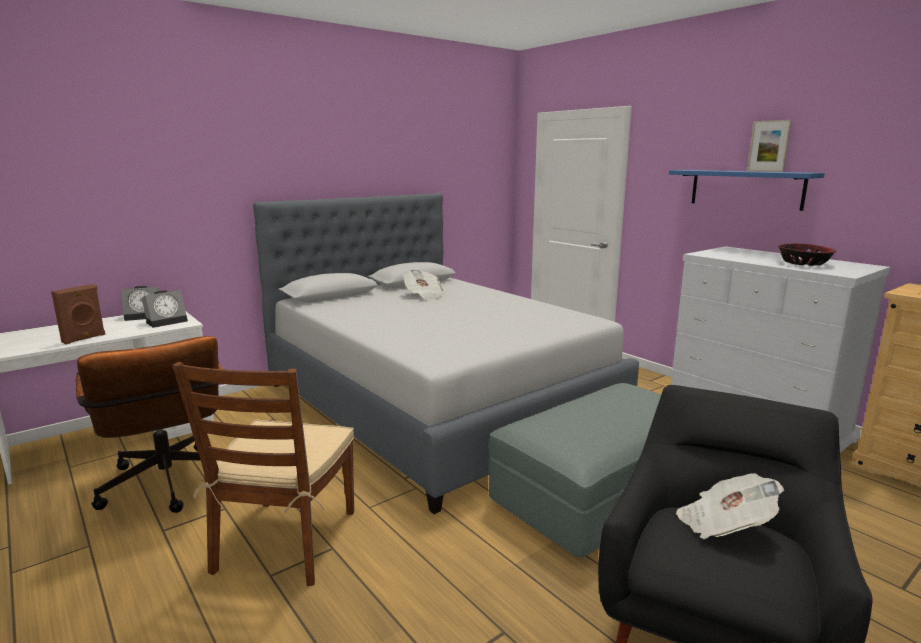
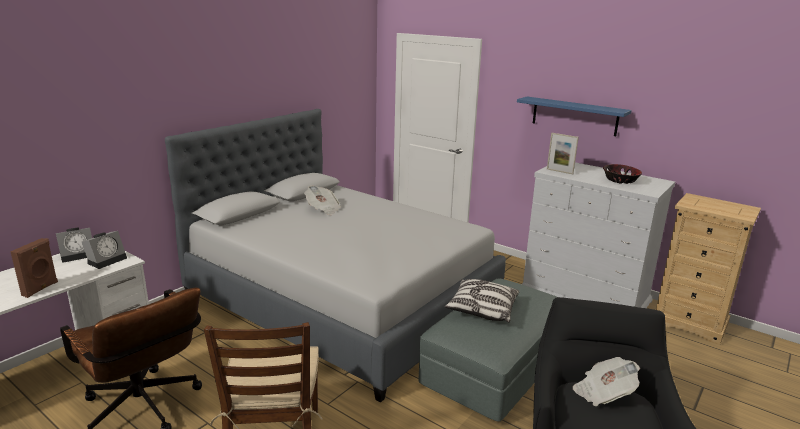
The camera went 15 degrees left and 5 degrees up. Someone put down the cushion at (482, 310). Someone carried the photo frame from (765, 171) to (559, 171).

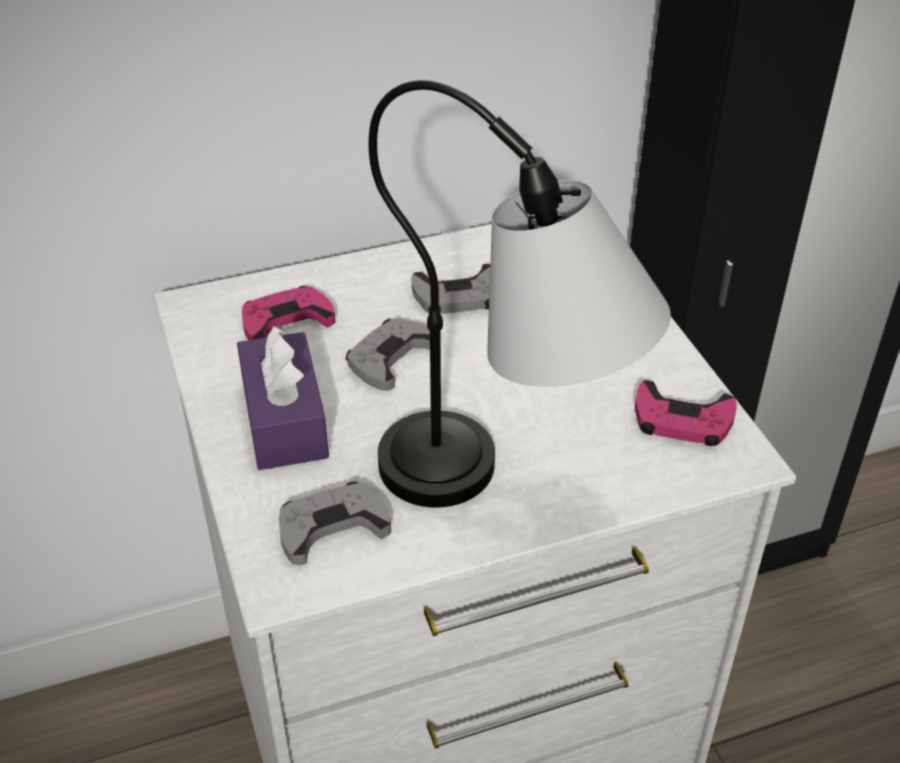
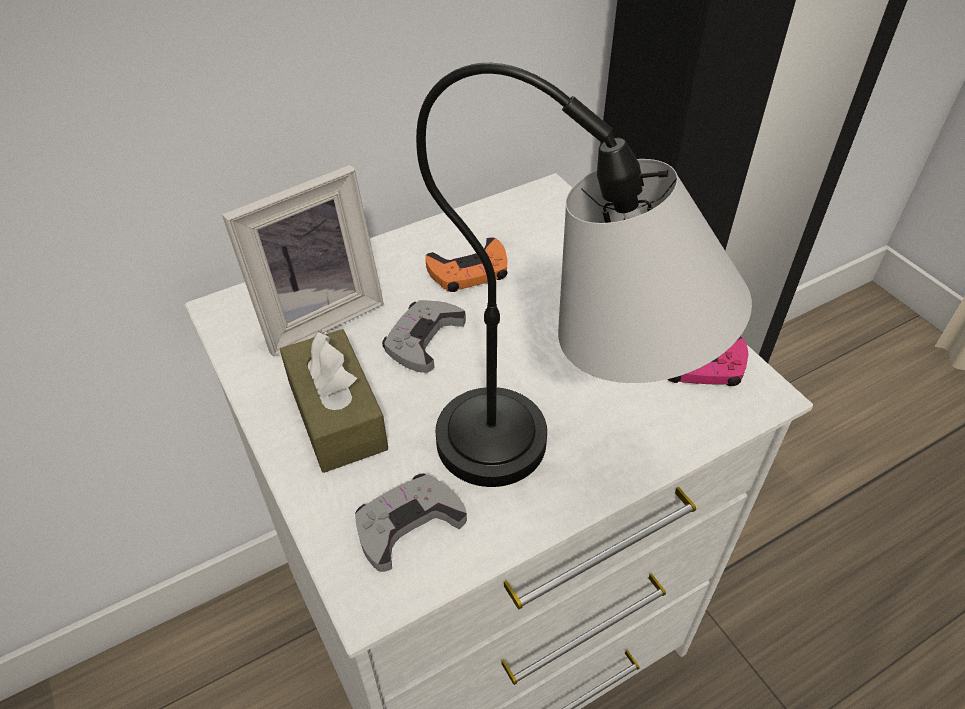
The camera went 10 degrees left and 5 degrees up. Someone swapped the joypad (pink) at (286, 321) for the photo frame at (317, 314). Someone repainted the tissue holder (purplish) at (284, 420), which became the tissue holder (brown) at (337, 415). Someone repainted the joypad (gray) at (457, 297), which became the joypad (orange) at (469, 271).

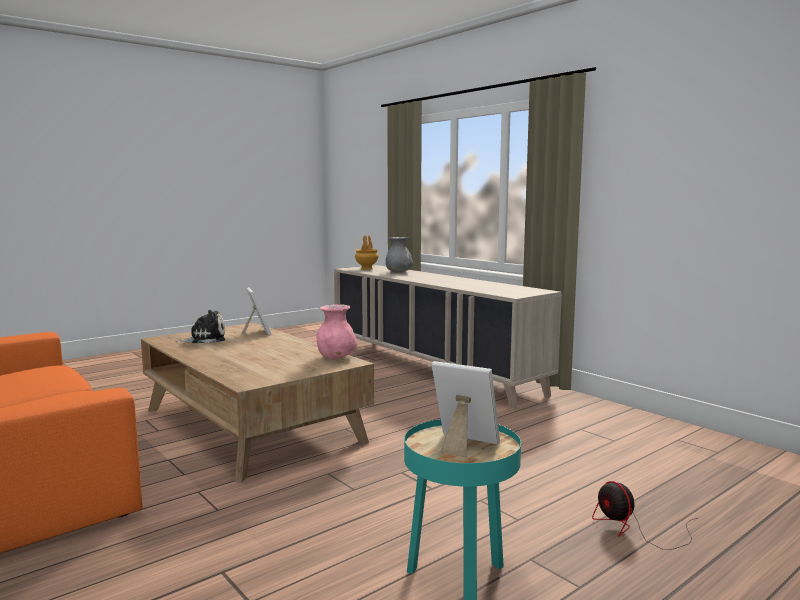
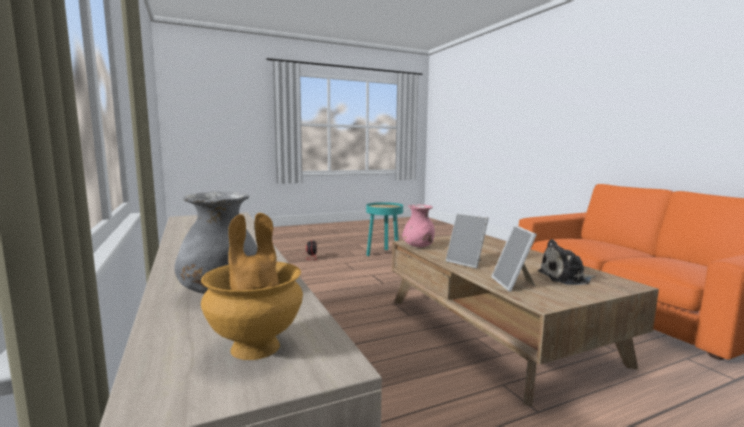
The camera went 165 degrees left and 0 degrees up. Someone carried the photo frame from (463, 445) to (467, 262).

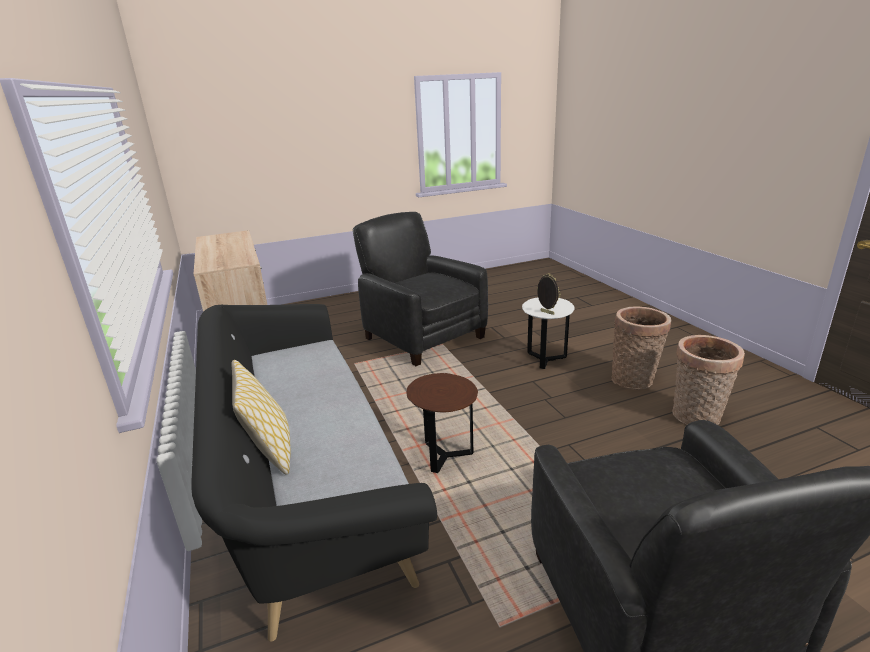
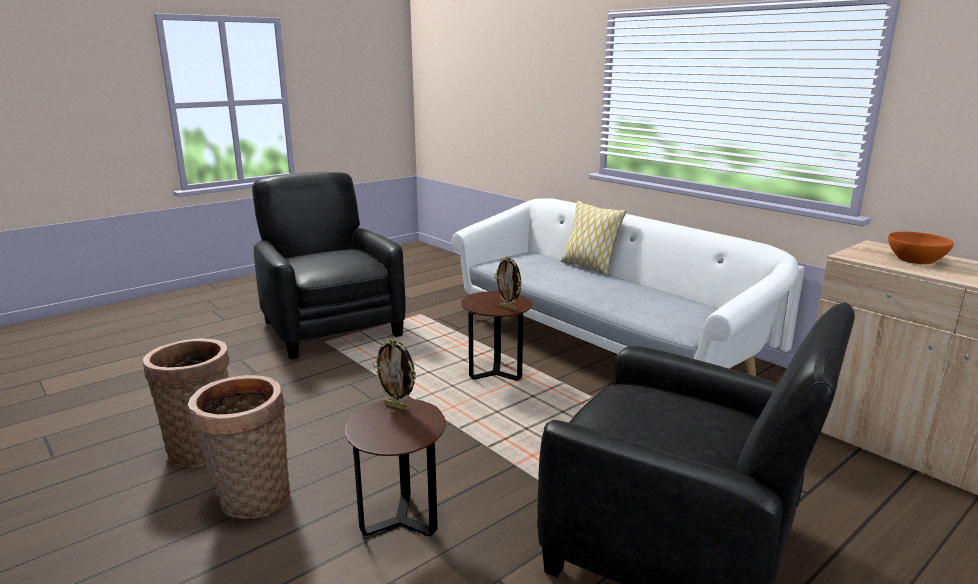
The camera went 160 degrees right and 5 degrees down. Someone repainted the accent table (whitish) at (545, 360), which became the accent table (brown) at (400, 521). Someone repainted the sofa (blackish) at (304, 480), which became the sofa (whitish) at (603, 345). Someone put down the photo frame at (508, 308). Someone put down the deep dish (orange) at (916, 260).

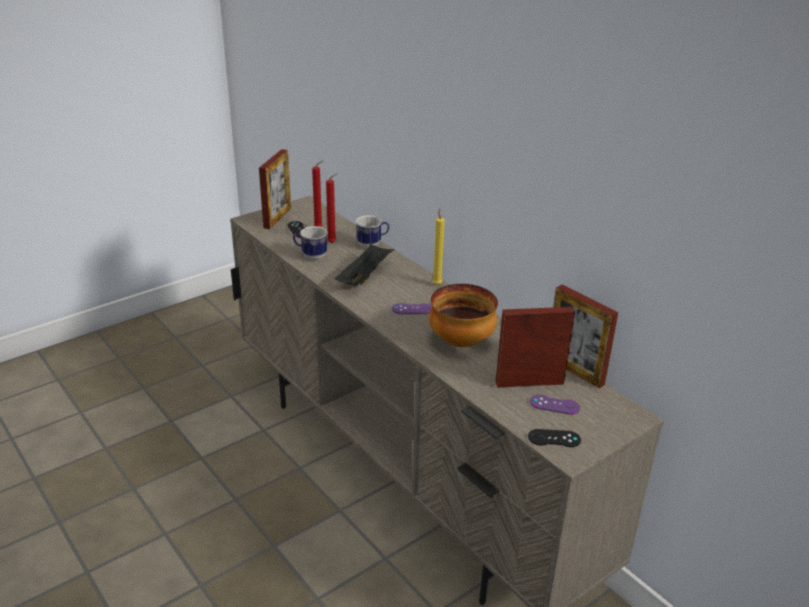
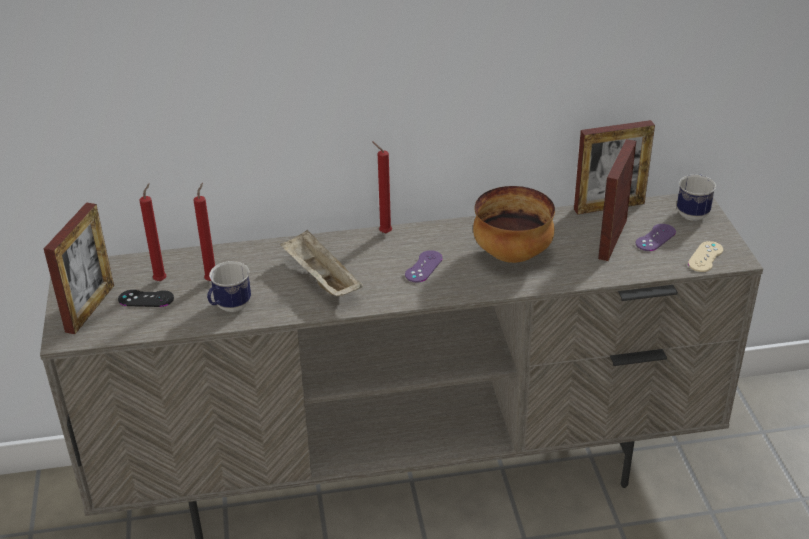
The camera went 60 degrees left and 5 degrees up. Someone rotated the photo frame at (277, 218) by 60 degrees clockwise. Someone repainted the serving tray (blackish) at (364, 276), which became the serving tray (sand-coloured) at (320, 279). Someone repainted the wax candle (yellow) at (437, 284), which became the wax candle (red-coloured) at (383, 232). Someone carried the mug from (372, 244) to (693, 212). Someone repainted the joypad (blackish) at (554, 438), which became the joypad (sand-coloured) at (705, 257).

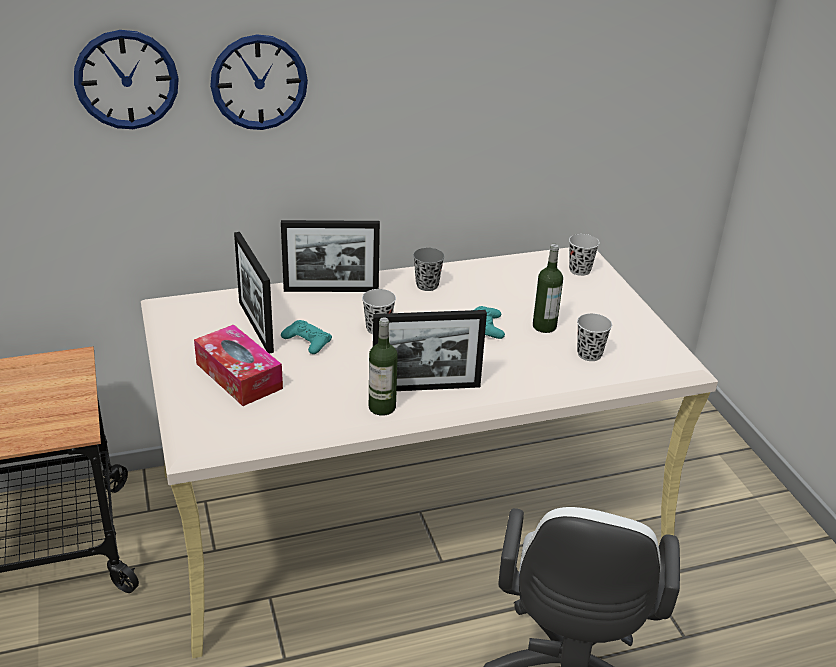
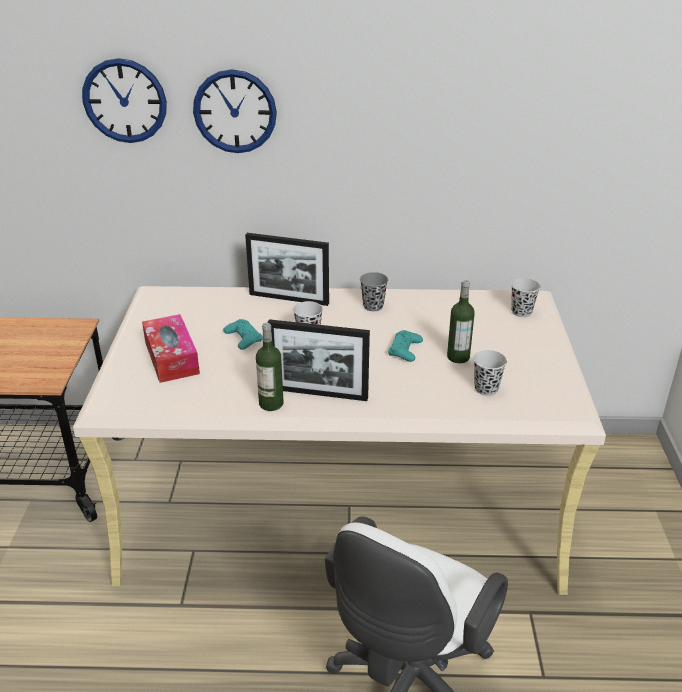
The camera went 20 degrees right and 0 degrees up. Someone took away the photo frame at (255, 326).

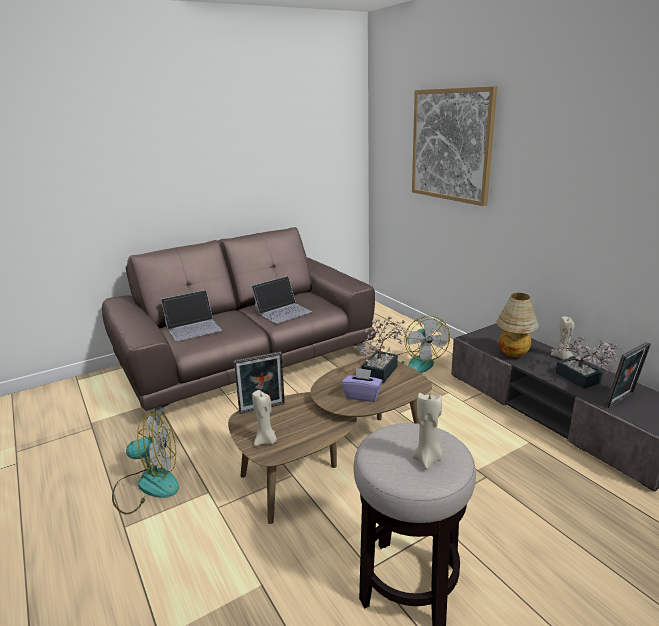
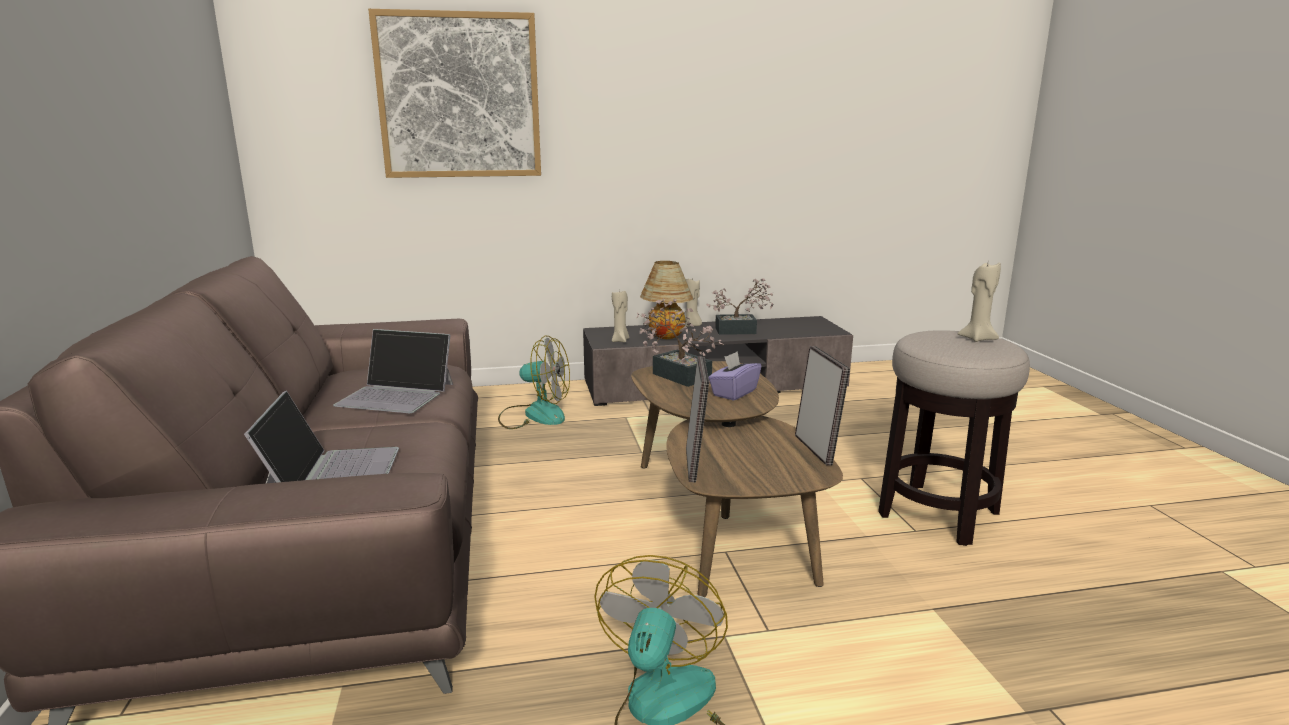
The camera went 70 degrees left and 5 degrees down. Someone rotated the notebook computer at (283, 311) by 120 degrees clockwise. Someone carried the wax candle (sand-coloured) from (266, 441) to (620, 341). Someone carried the photo frame from (622, 401) to (817, 449).

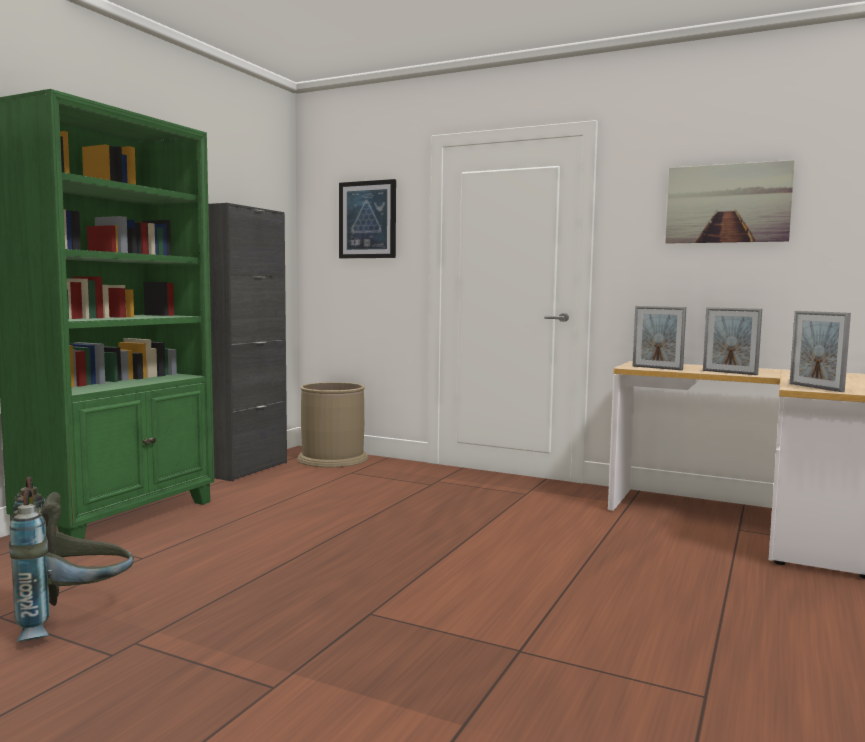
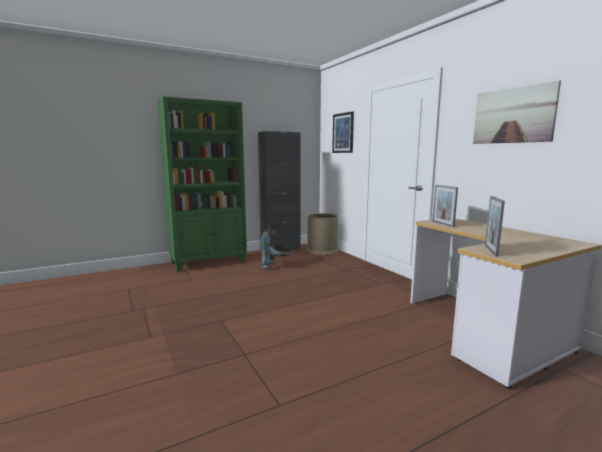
The camera went 35 degrees right and 5 degrees up. Someone carried the rucksack (gray) from (73, 619) to (277, 266). Someone took away the photo frame at (729, 372).

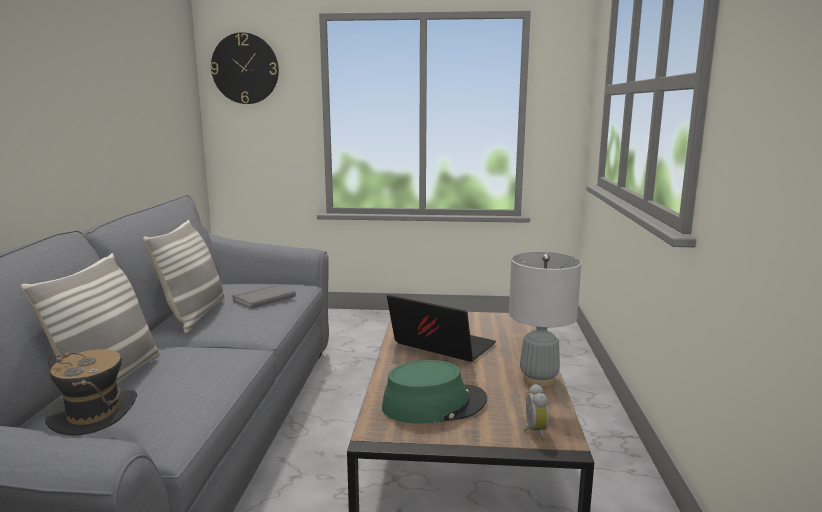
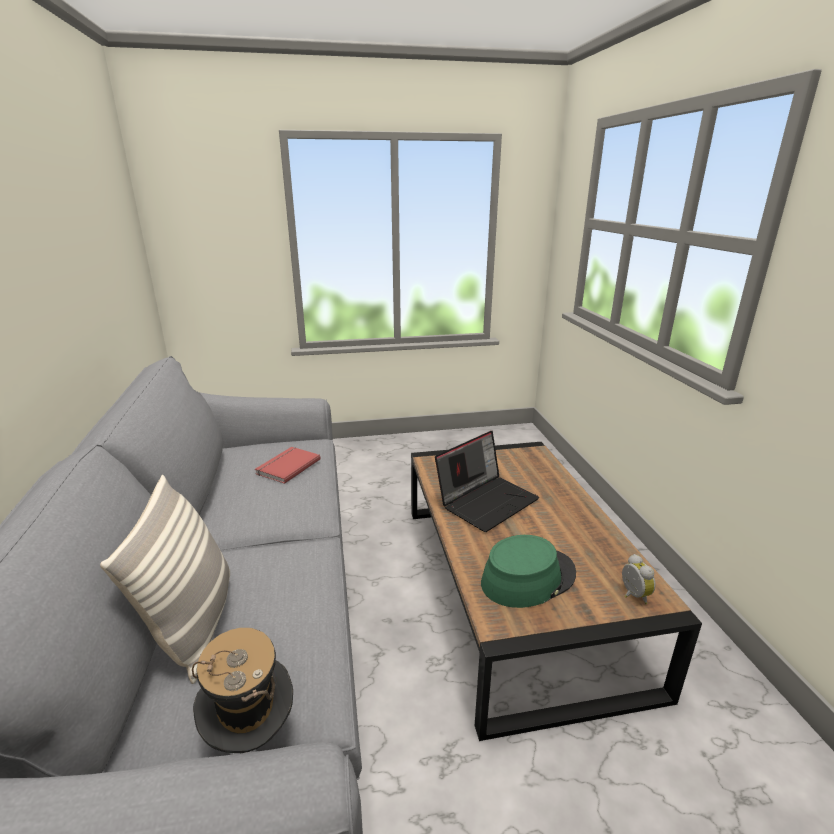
The camera went 15 degrees left and 10 degrees up. Someone repainted the volume (gray) at (262, 298), which became the volume (red-coloured) at (287, 466). Someone rotated the notebook computer at (440, 346) by 120 degrees clockwise. Someone took away the cushion at (194, 315). Someone took away the hanging clock at (245, 68). Someone took away the table lamp (gray) at (538, 379).

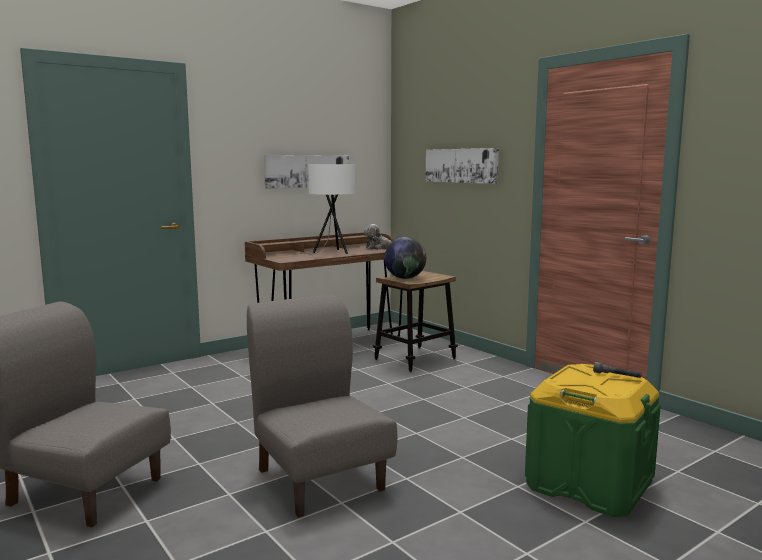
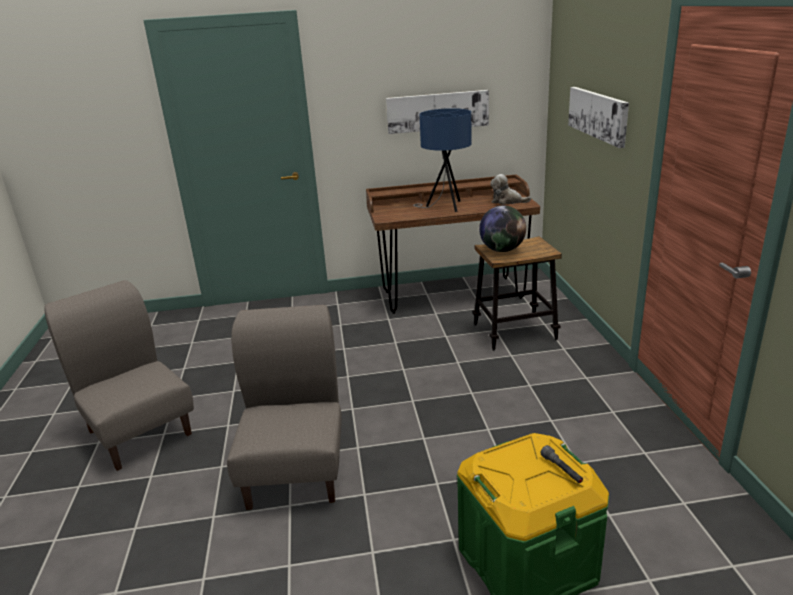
The camera went 30 degrees right and 15 degrees up. Someone repainted the table lamp (whitish) at (330, 253), which became the table lamp (bluish) at (445, 207).

